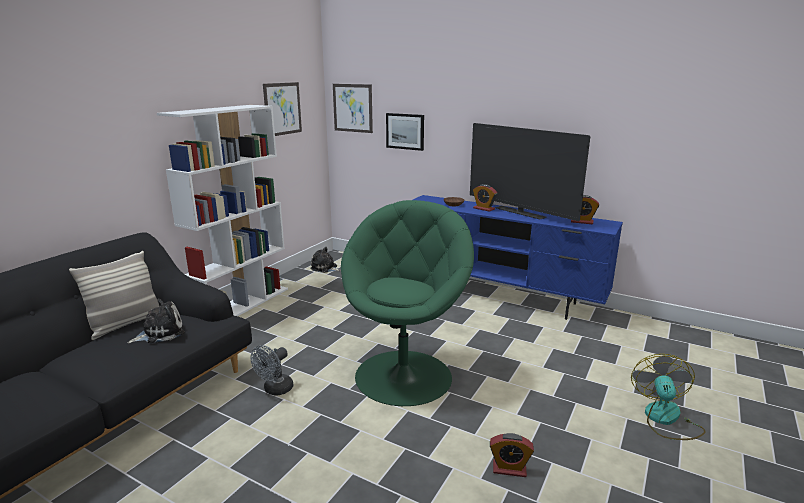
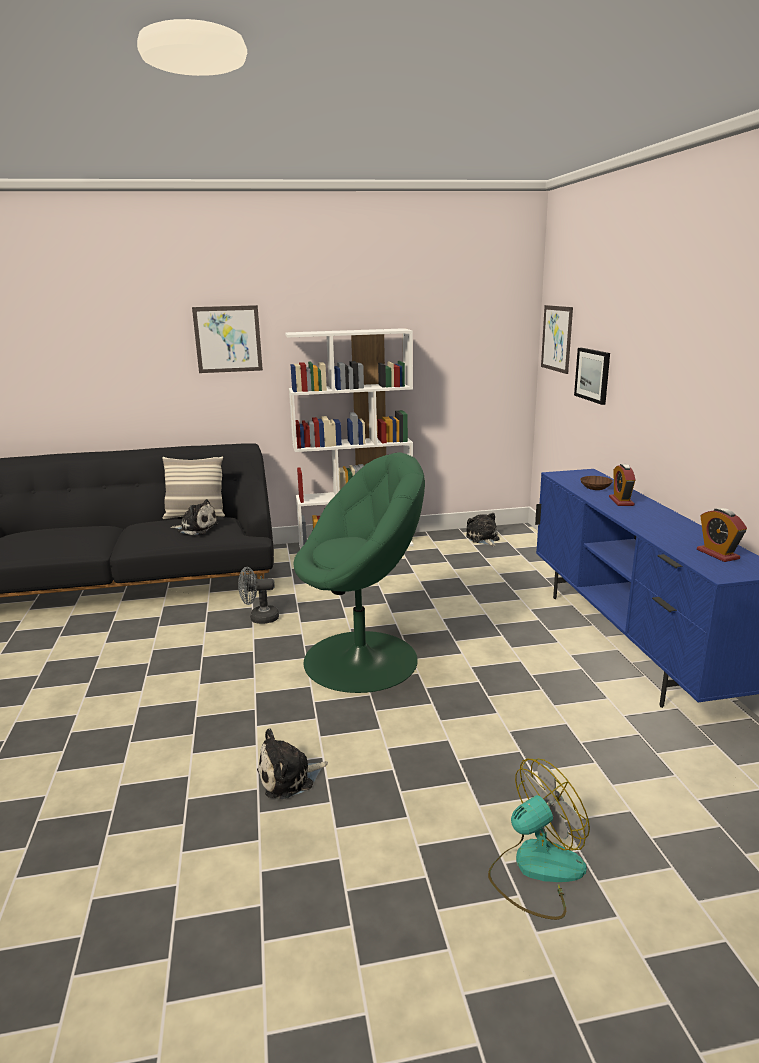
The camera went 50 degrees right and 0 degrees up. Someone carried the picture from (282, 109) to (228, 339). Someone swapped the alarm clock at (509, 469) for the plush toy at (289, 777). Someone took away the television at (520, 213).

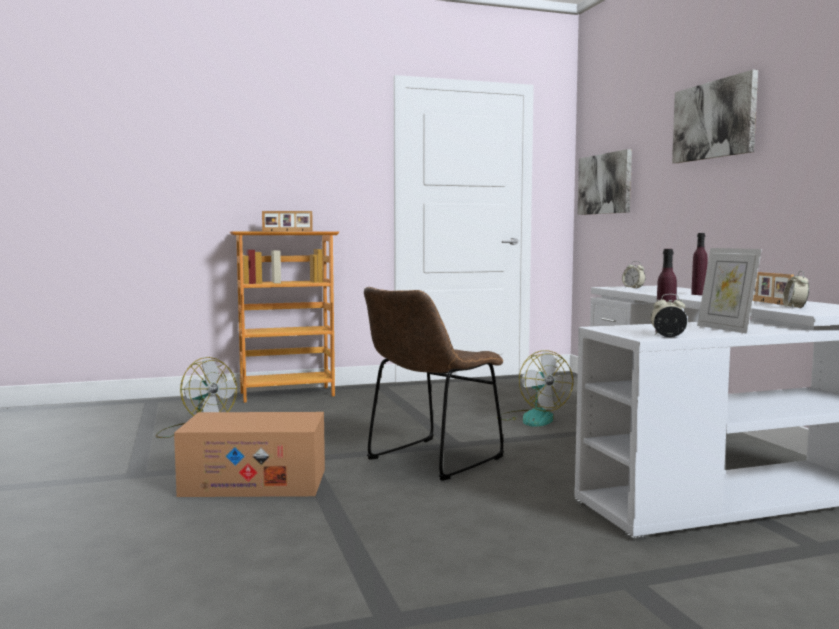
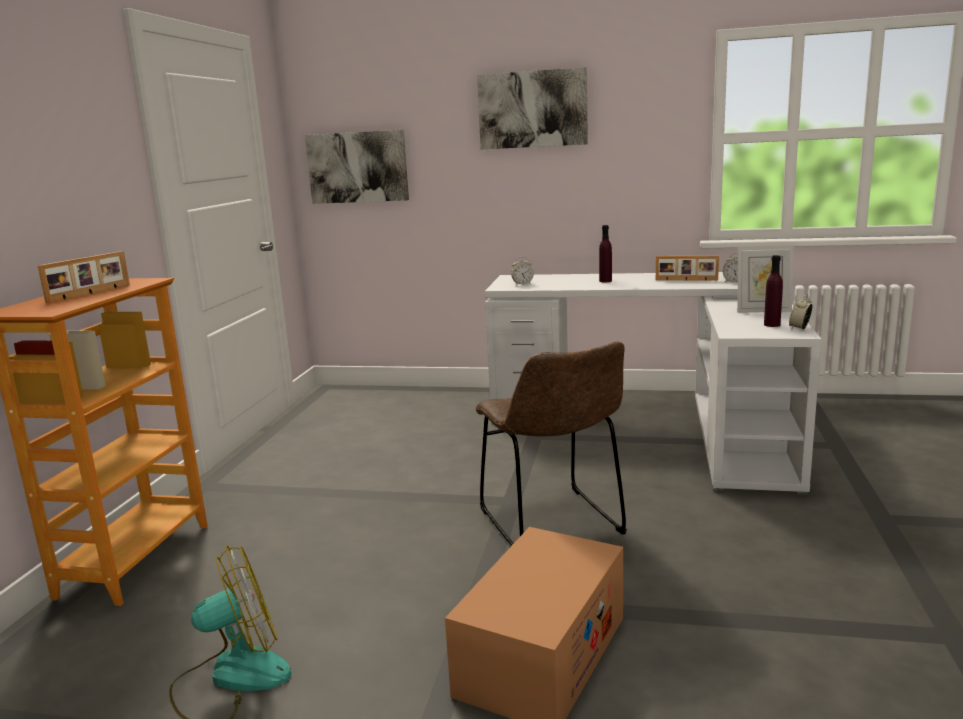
The camera went 60 degrees left and 10 degrees up. Someone took away the cooling fan at (532, 418).

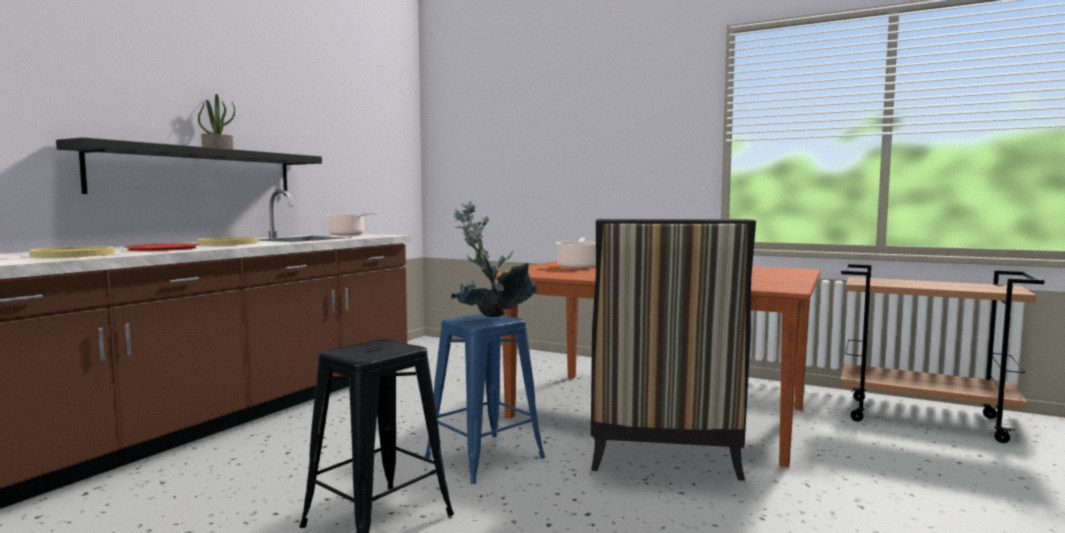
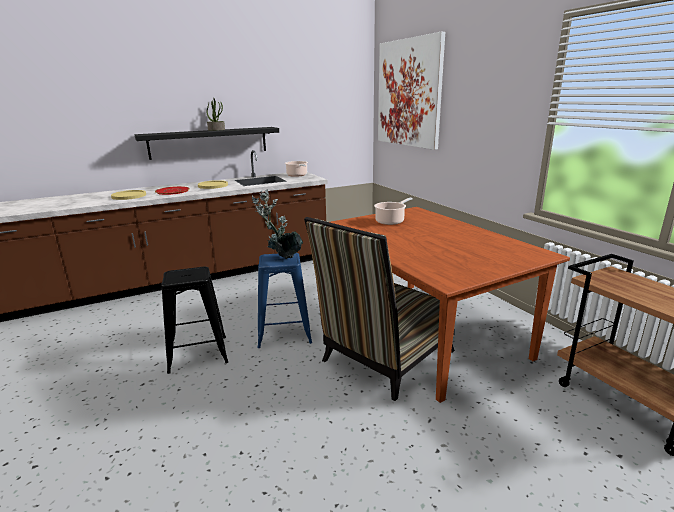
The camera went 35 degrees right and 15 degrees up. Someone put up the picture at (409, 93).

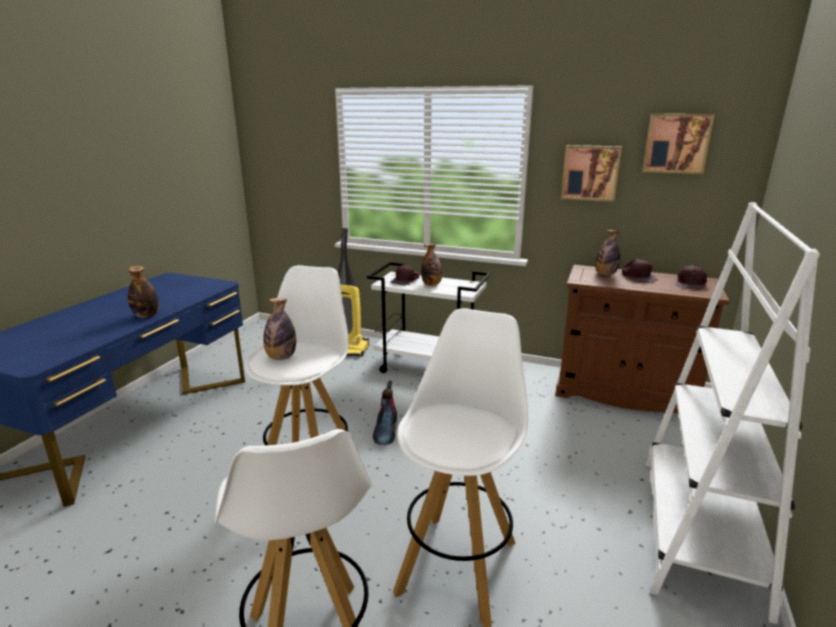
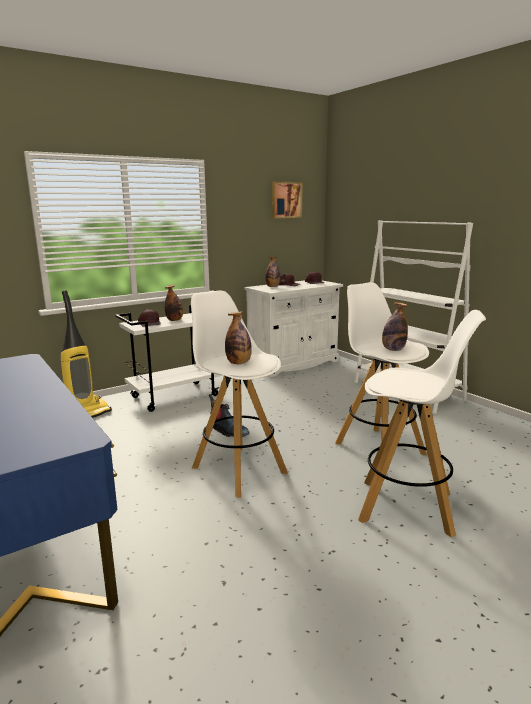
The camera went 55 degrees left and 5 degrees down. Someone repainted the cupboard (brown) at (624, 393), which became the cupboard (whitish) at (293, 363). Someone carried the drink bottle from (146, 316) to (393, 349). Someone took away the picture at (590, 172).

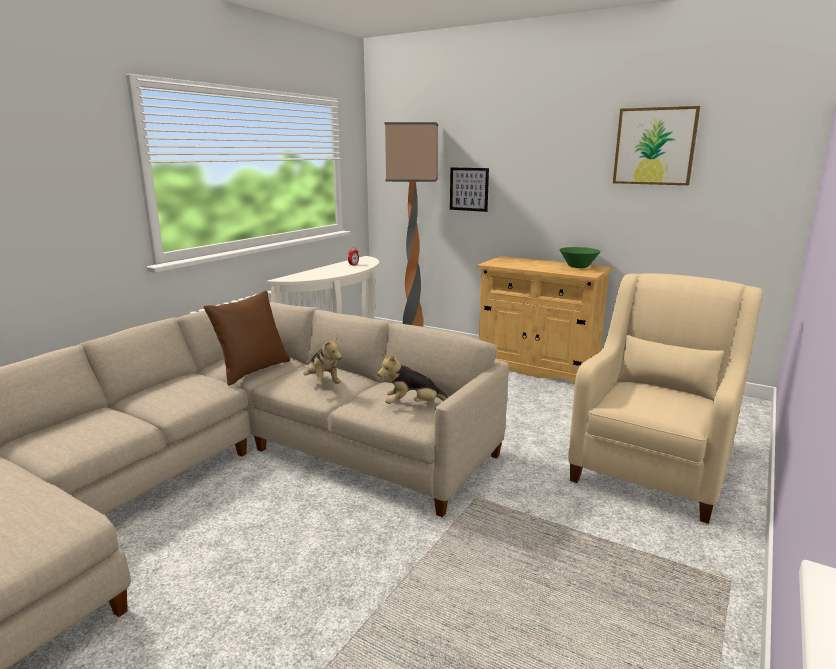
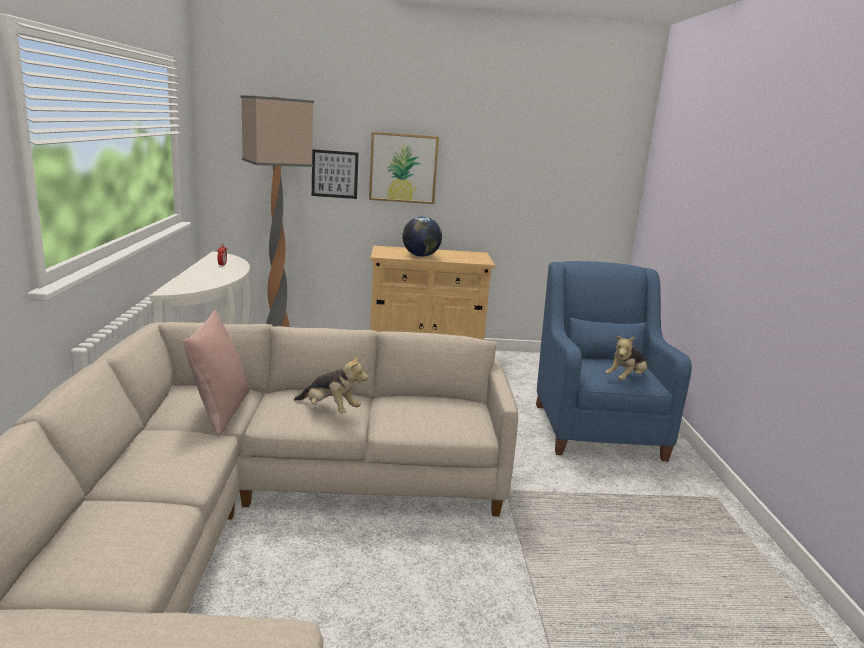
The camera went 35 degrees left and 0 degrees up. Someone repainted the cushion (brown) at (252, 370), which became the cushion (pink) at (220, 412). Someone carried the picture from (654, 146) to (403, 168). Someone put down the globe at (421, 256). Someone repainted the easy chair (sand-coloured) at (653, 466), which became the easy chair (bluish) at (595, 427). Someone carried the plush toy from (413, 405) to (626, 379). Someone took away the deep dish (greenish) at (578, 266).

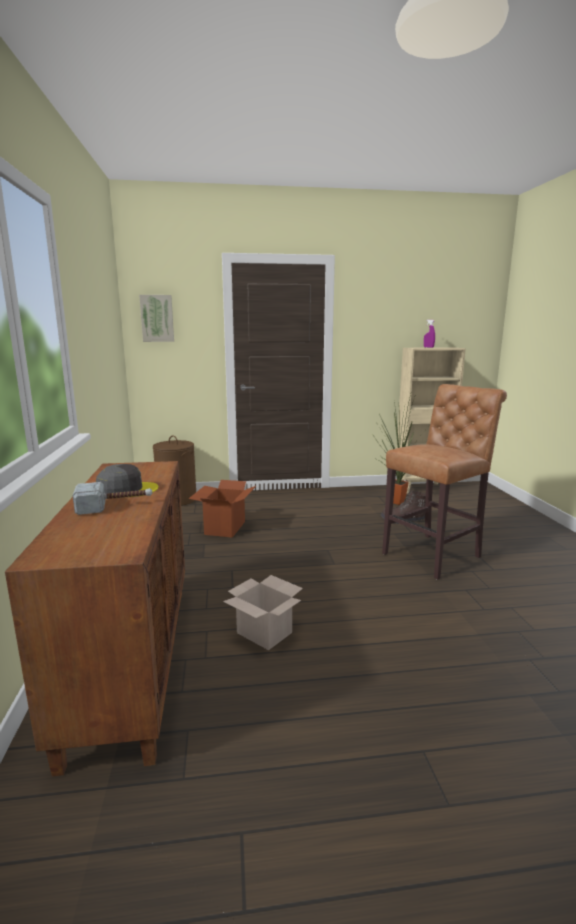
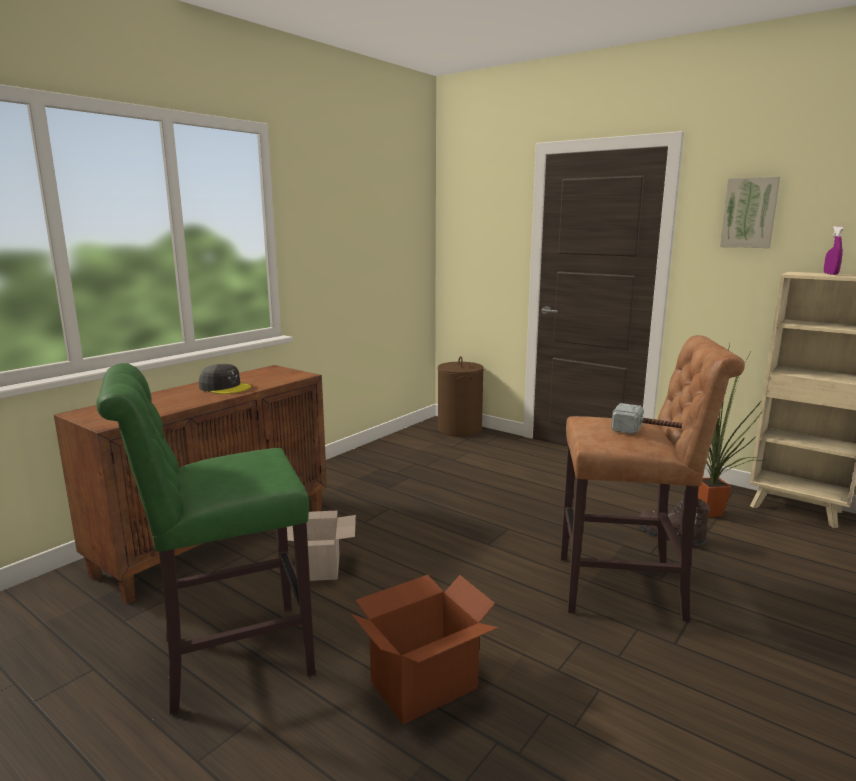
The camera went 45 degrees right and 0 degrees up. Someone put down the stool seat (greenish) at (227, 658). Someone carried the cardboard box from (224, 528) to (423, 685). Someone carried the hand hammer from (114, 506) to (649, 431). Someone carried the picture from (157, 318) to (749, 213).

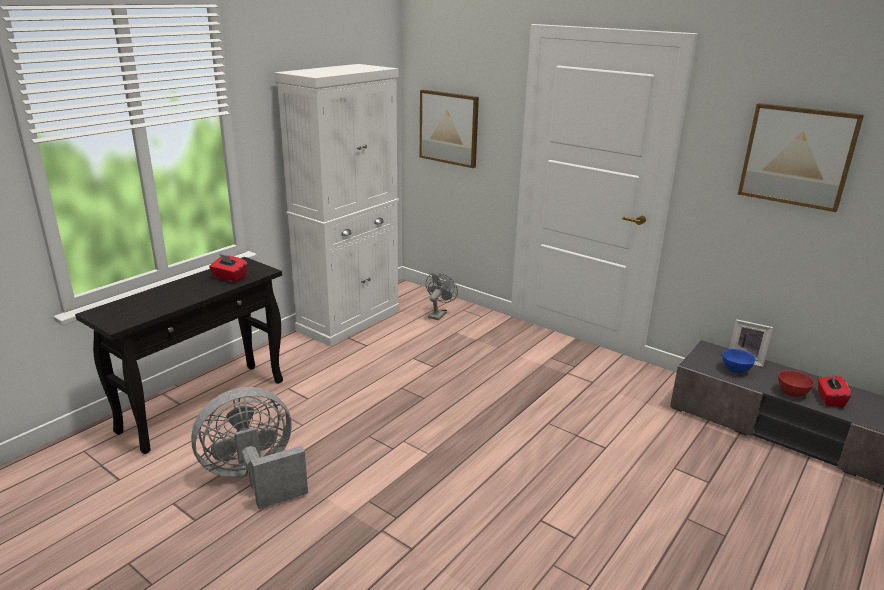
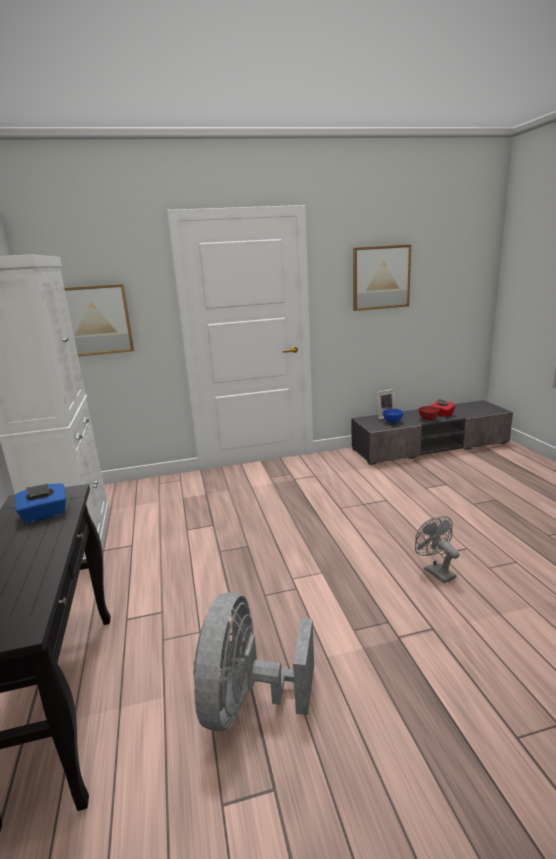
The camera went 50 degrees left and 5 degrees down. Someone repainted the tissue holder (red-coloured) at (229, 277), which became the tissue holder (bluish) at (45, 515). Someone carried the cooling fan (gray) from (438, 314) to (435, 571).

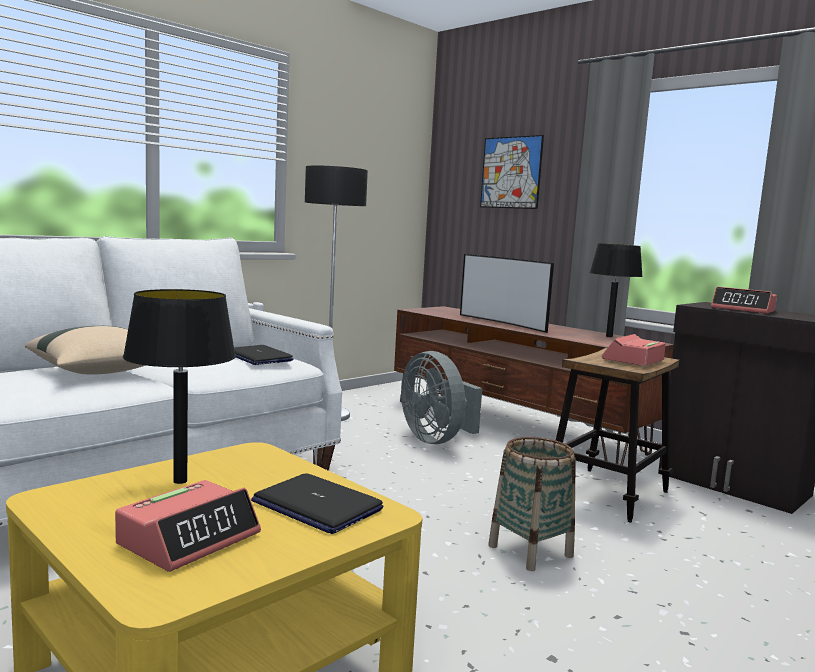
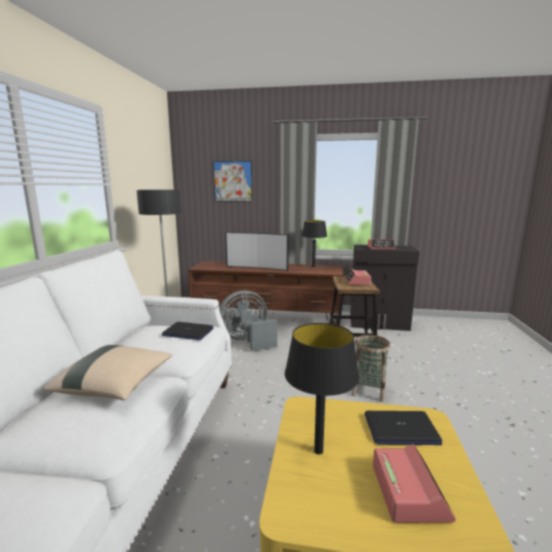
The camera went 35 degrees left and 5 degrees up. Someone rotated the cooling fan (gray) at (436, 439) by 135 degrees clockwise.

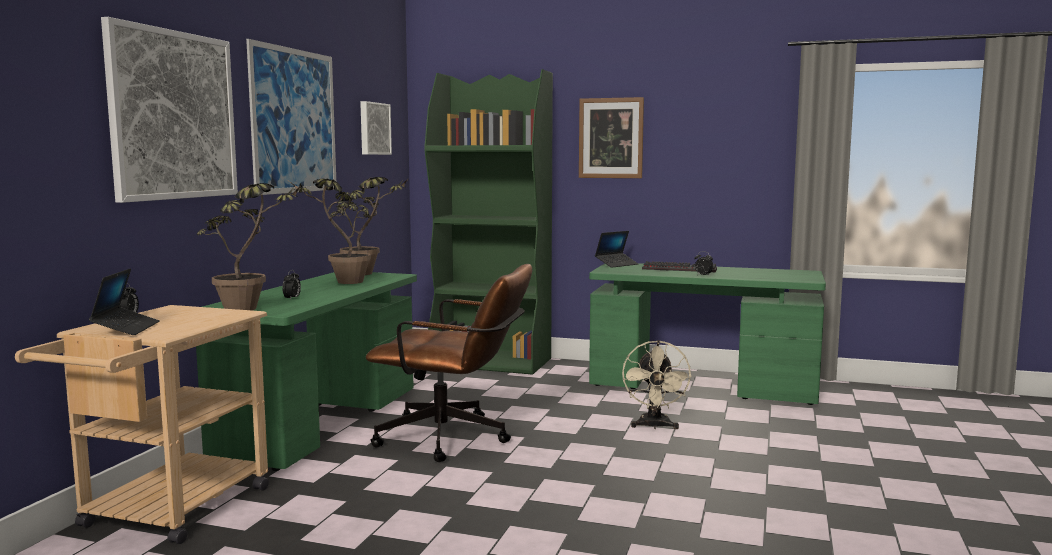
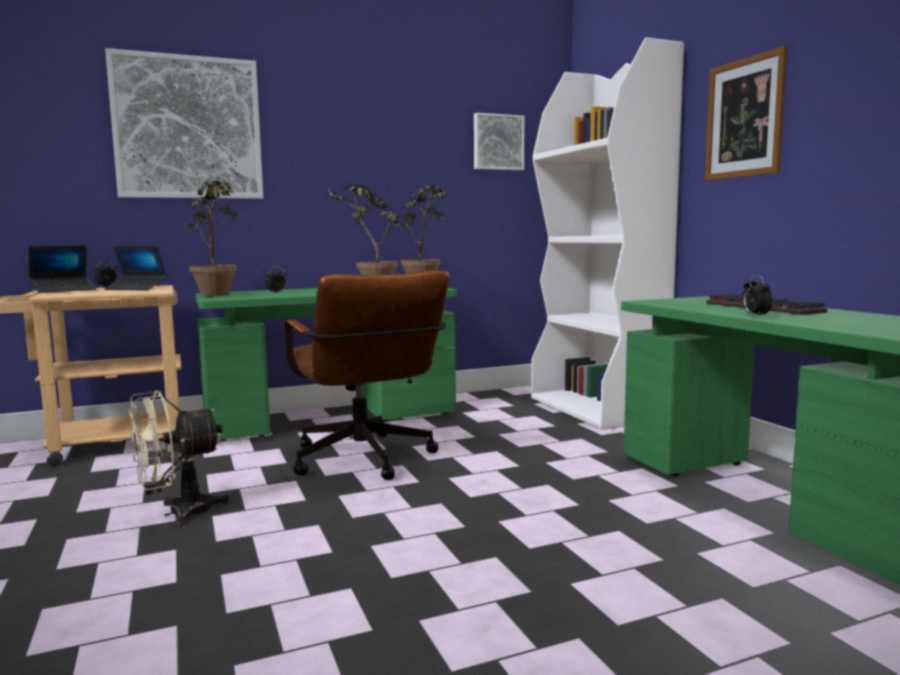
The camera went 50 degrees right and 0 degrees up. Someone carried the notebook computer from (616, 264) to (136, 289). Someone carried the cooling fan (sand-coloured) from (654, 426) to (178, 513). Someone repainted the bookshelf (greenish) at (492, 362), which became the bookshelf (whitish) at (597, 409). Someone took away the picture at (294, 121).

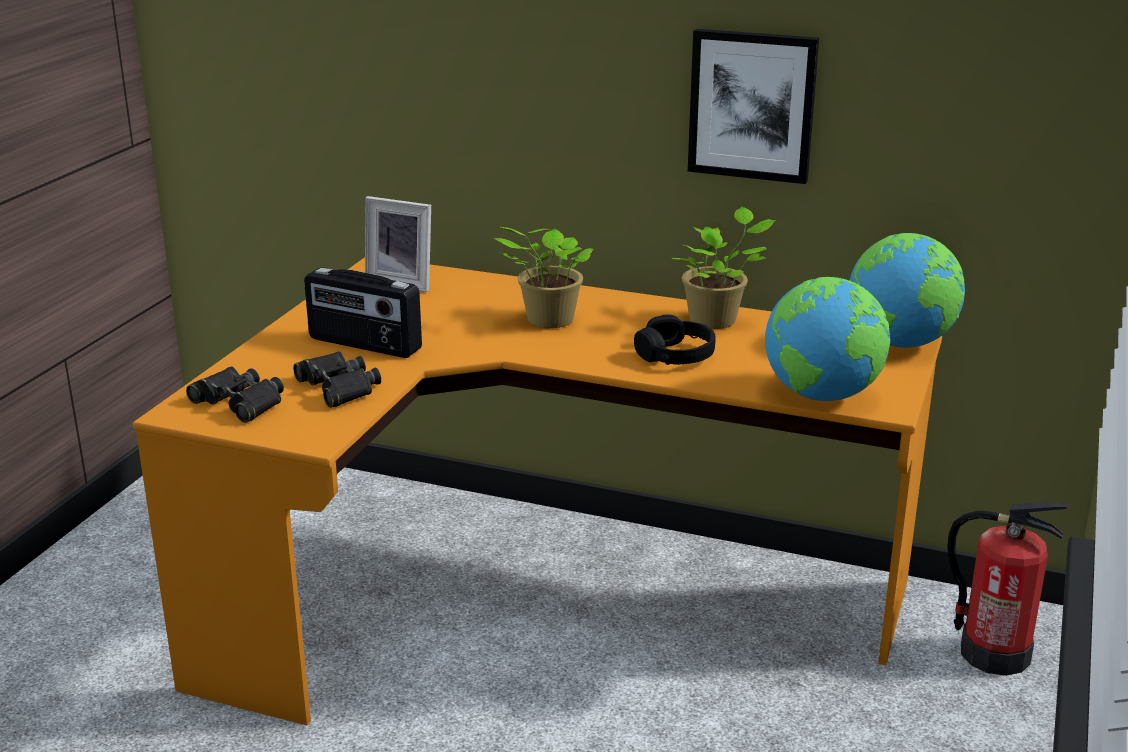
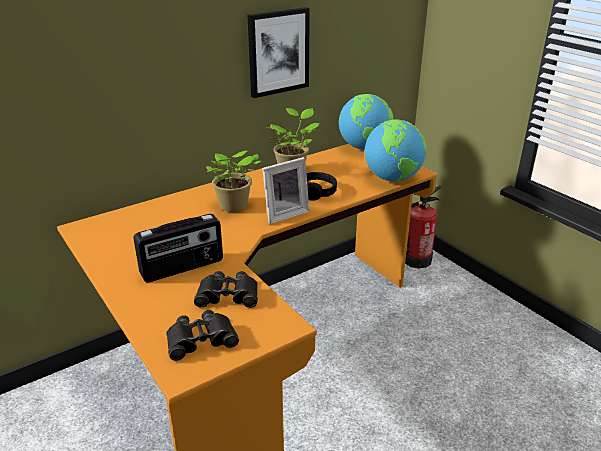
The camera went 55 degrees left and 5 degrees up. Someone carried the photo frame from (402, 282) to (284, 214).

